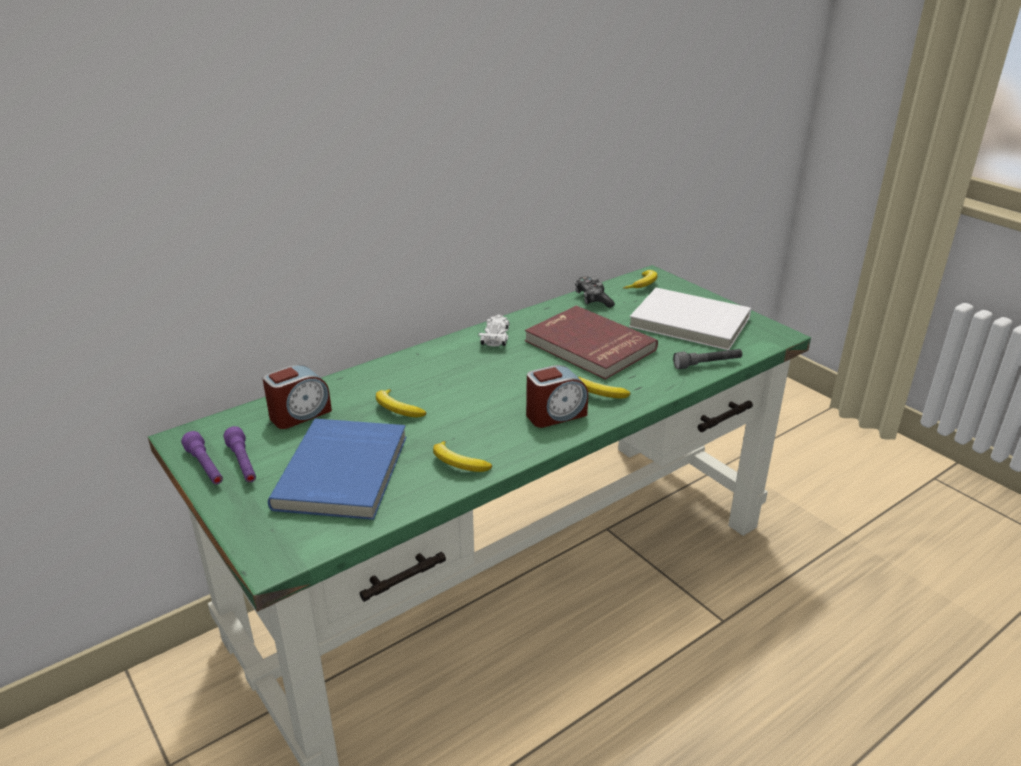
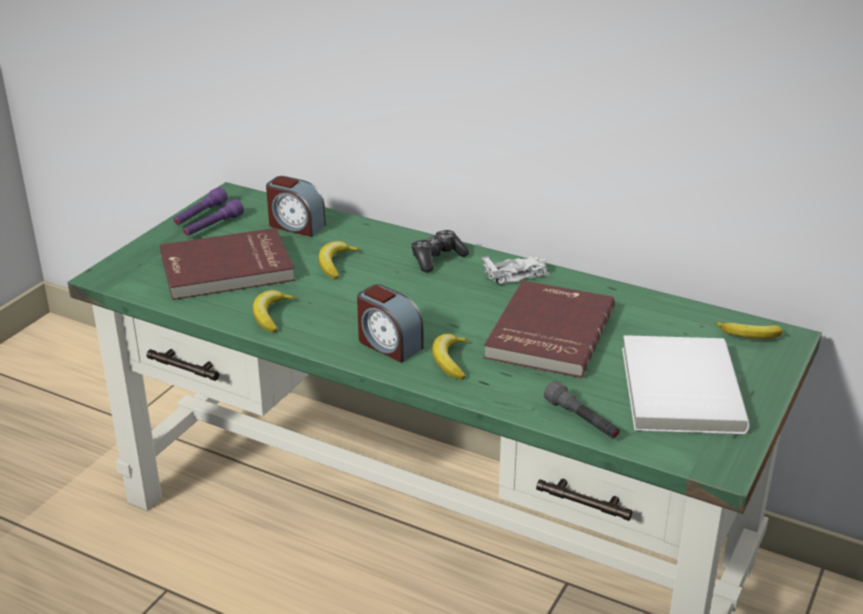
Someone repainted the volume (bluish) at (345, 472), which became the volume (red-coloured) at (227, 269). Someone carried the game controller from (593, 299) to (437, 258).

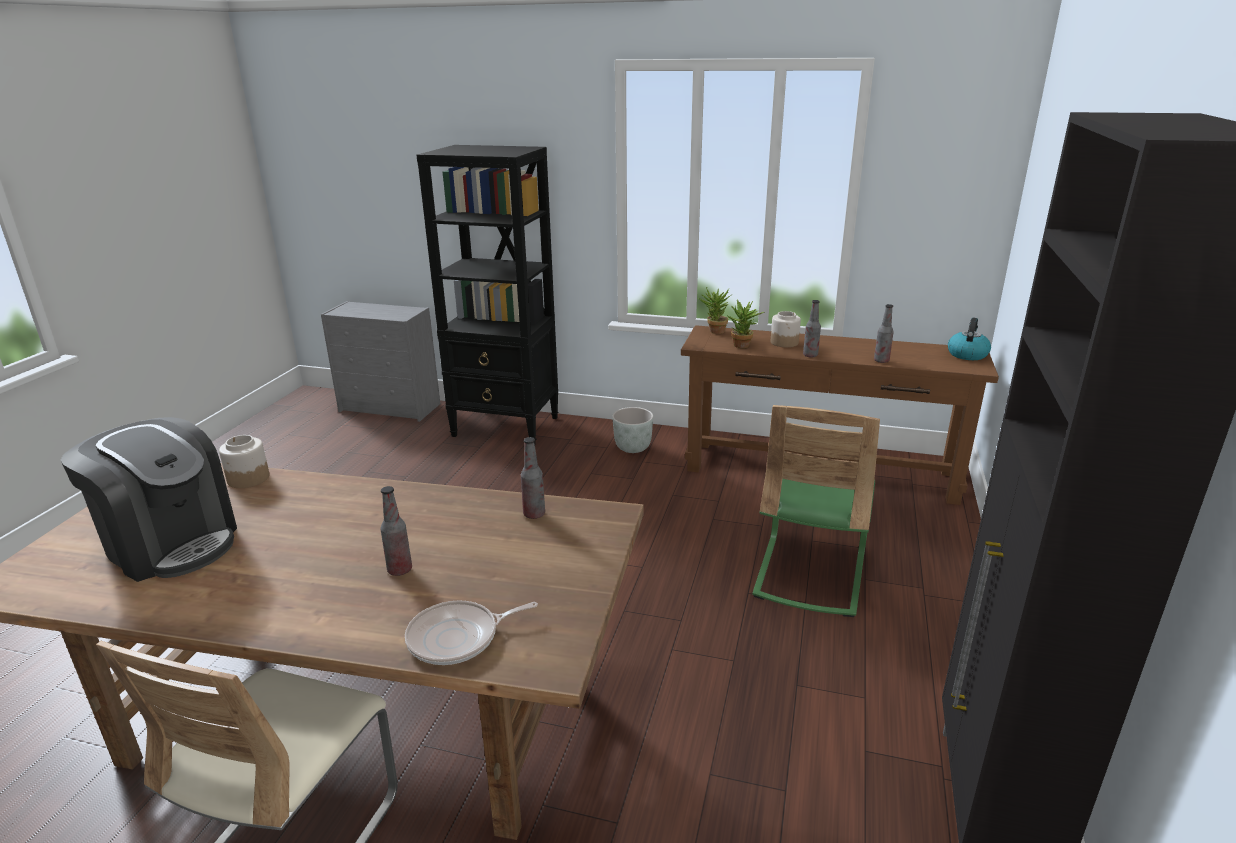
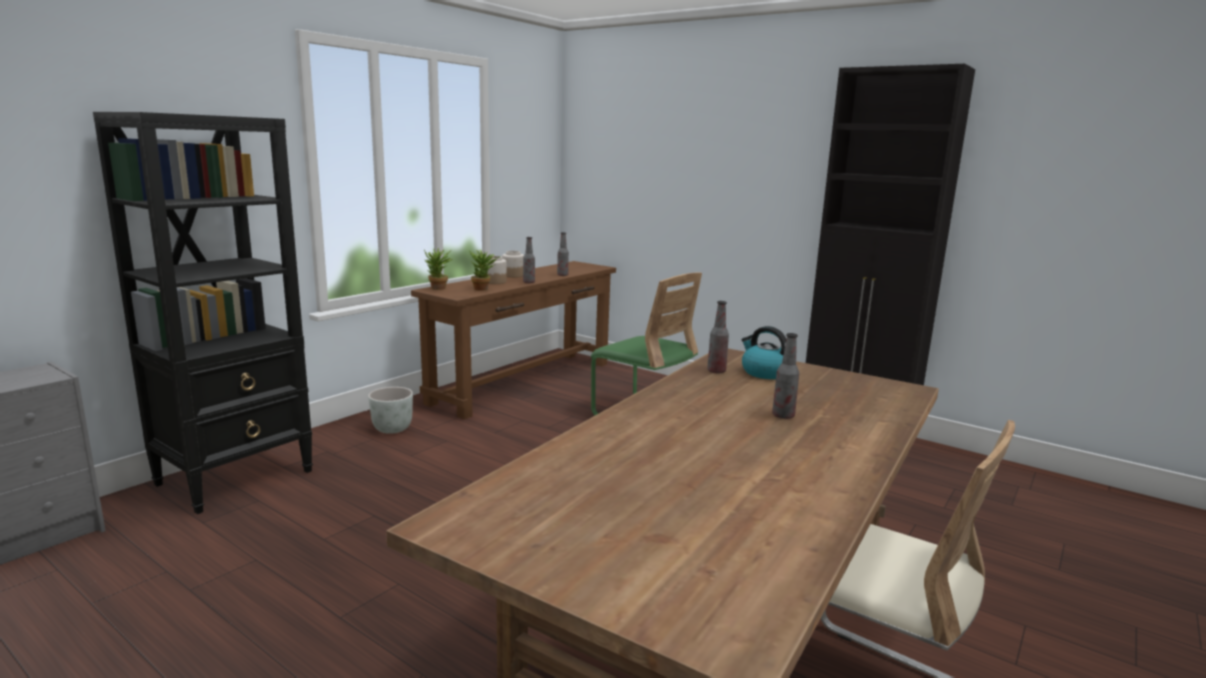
Someone carried the preserve jar from (248, 478) to (513, 275). Someone carried the tea kettle from (967, 354) to (764, 372). Someone took away the coffee machine at (171, 543). Someone took away the skillet at (458, 638).

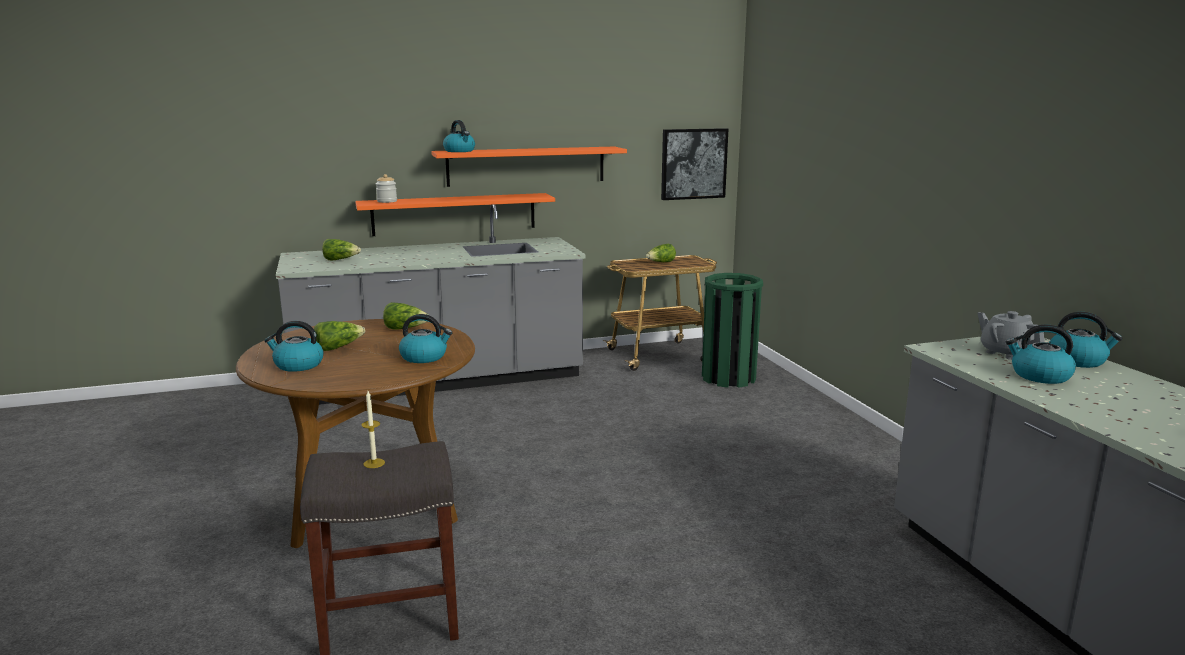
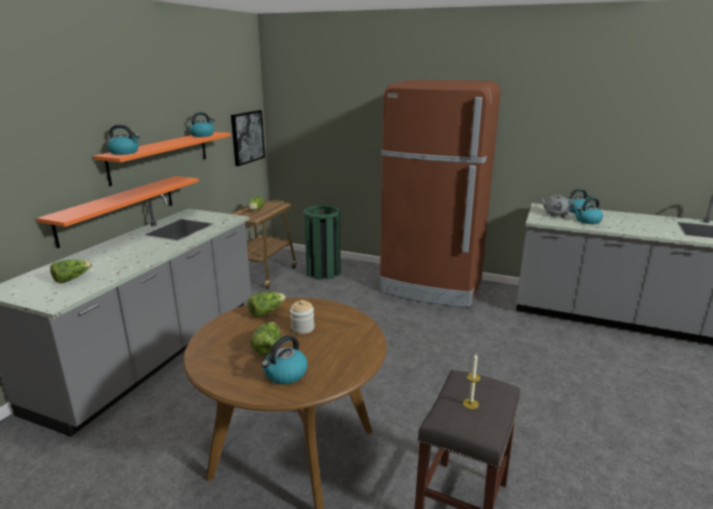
Someone carried the tea kettle from (424, 357) to (202, 135). Someone carried the preserve jar from (387, 201) to (302, 328). Someone put down the kitchen fridge (brownish) at (431, 287).

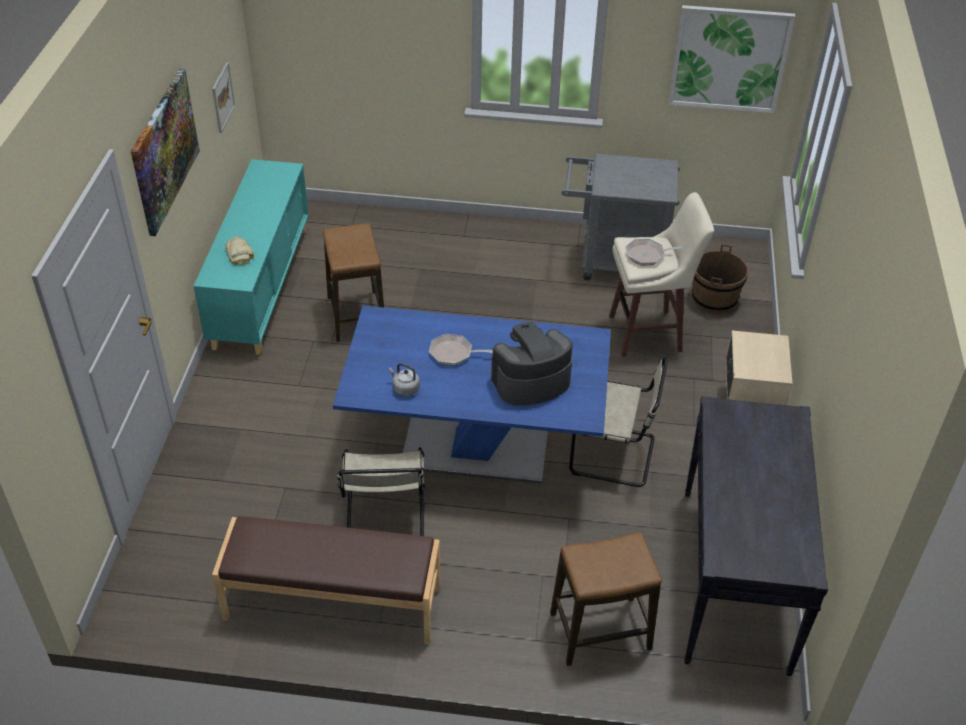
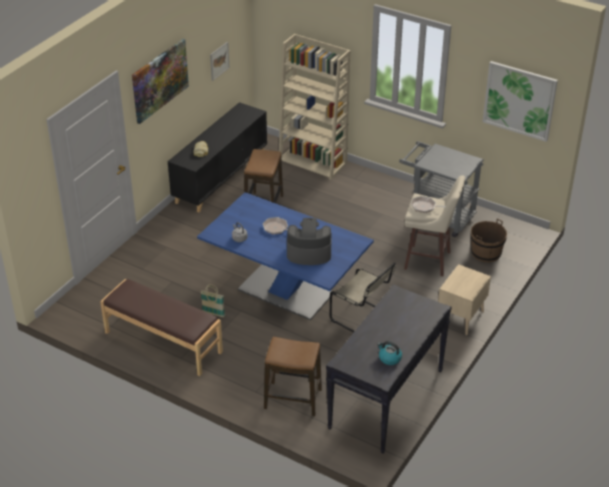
Someone repainted the cupboard (blue-green) at (261, 286), which became the cupboard (blackish) at (221, 177). Someone swapped the chair (sand-coloured) at (385, 522) for the household basket at (213, 313). Someone put down the shelving unit (sand-coloured) at (313, 162). Someone put down the tea kettle at (389, 358).

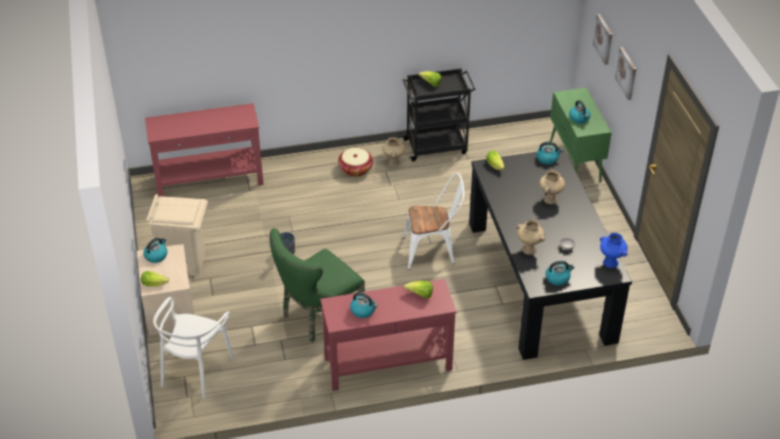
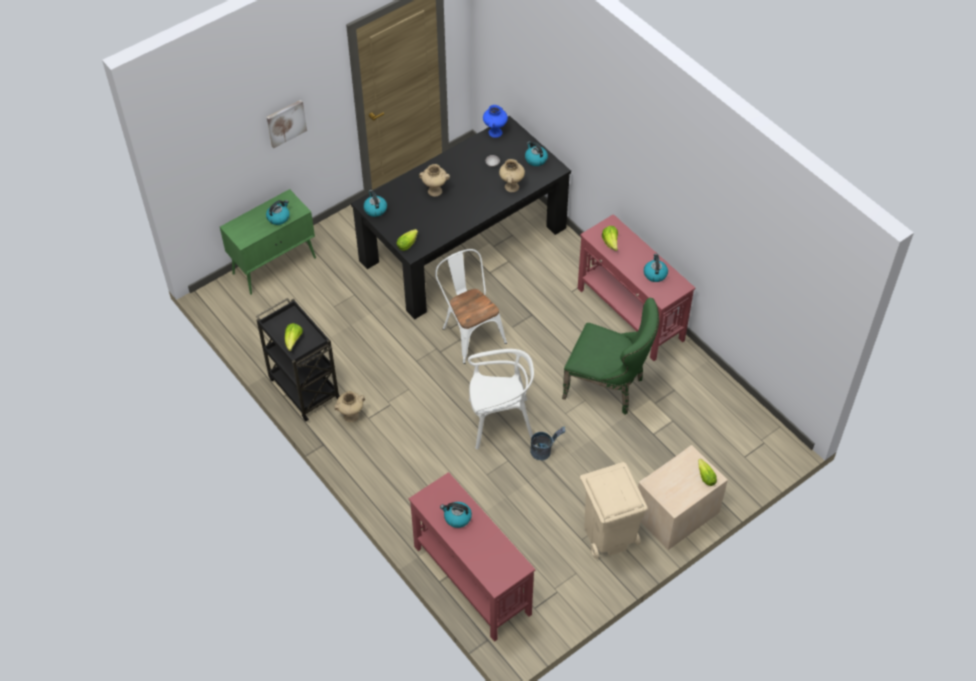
Someone carried the tea kettle from (156, 255) to (457, 517). Someone carried the chair (whitish) from (195, 370) to (499, 421). Someone took away the household basket at (355, 169). Someone took away the wall picture at (604, 39).

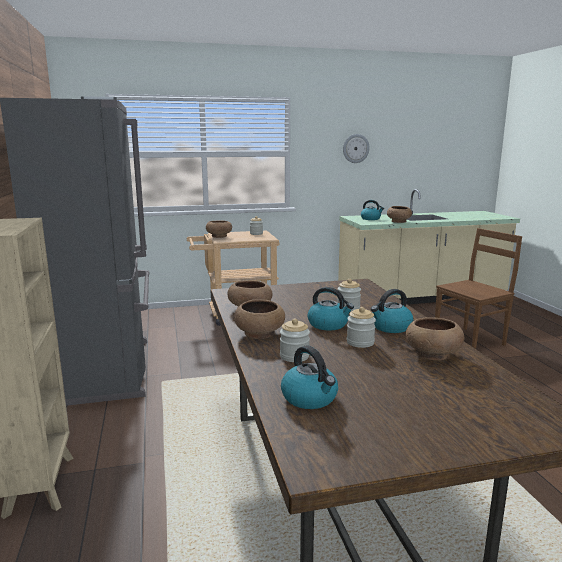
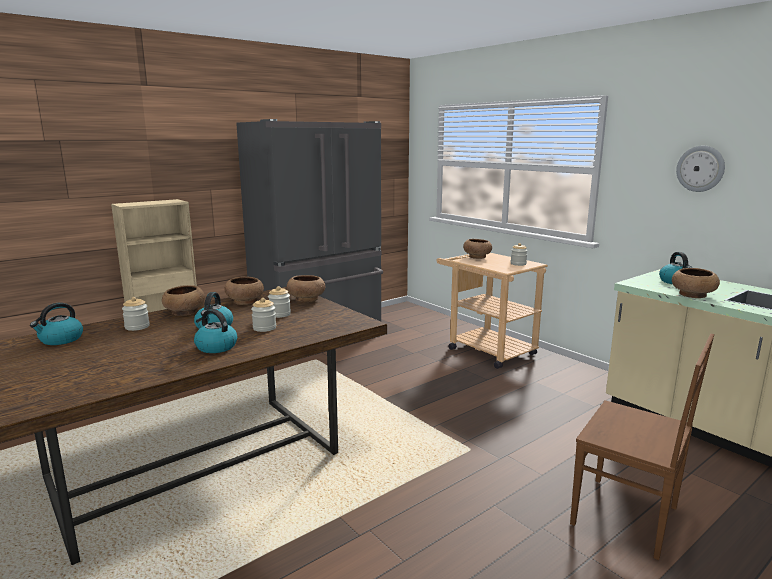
Someone carried the preserve jar from (360, 342) to (280, 314). Someone carried the serving bowl (brownish) from (432, 354) to (306, 299).

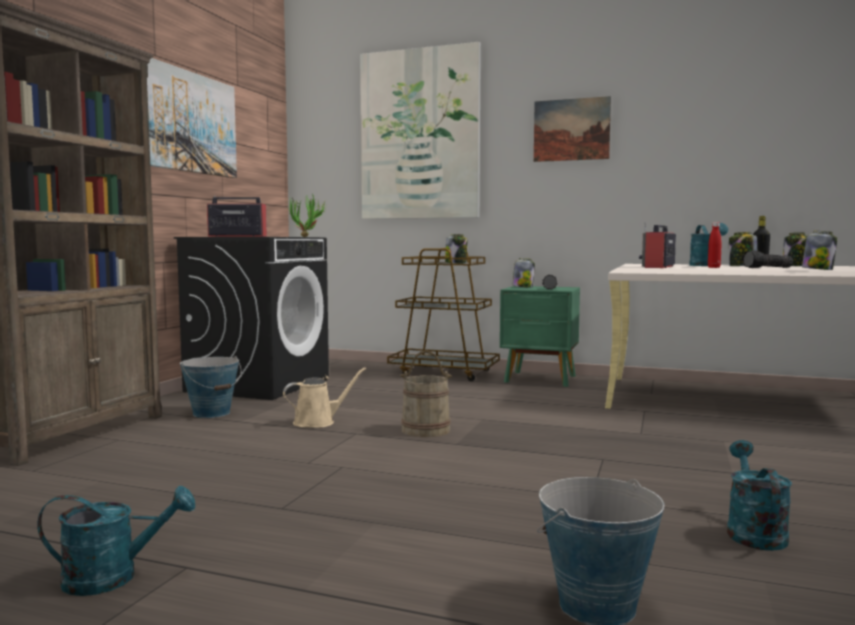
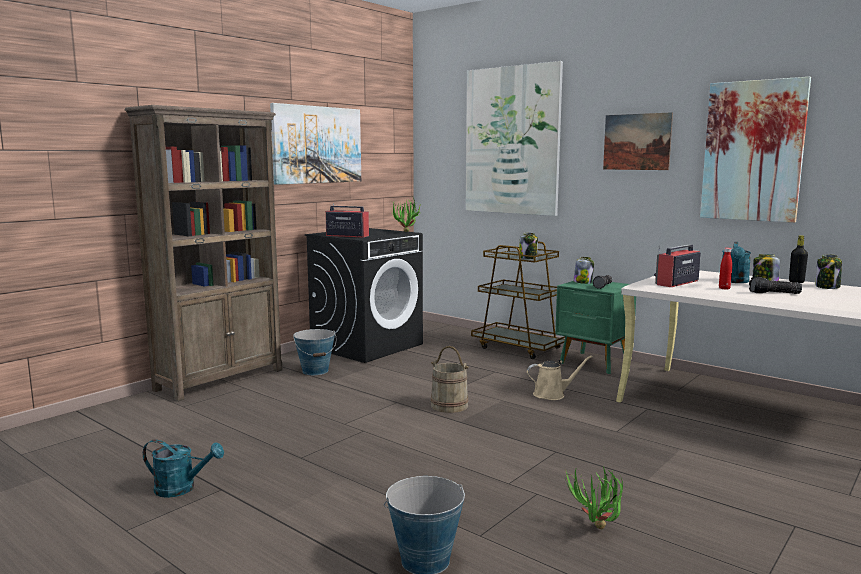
Someone carried the sprinkling can (sand-coloured) from (318, 422) to (552, 394). Someone swapped the sprinkling can (blue-green) at (753, 532) for the plant in a pot at (596, 531). Someone put up the wall picture at (753, 151). Someone took away the preserve jar at (818, 269).

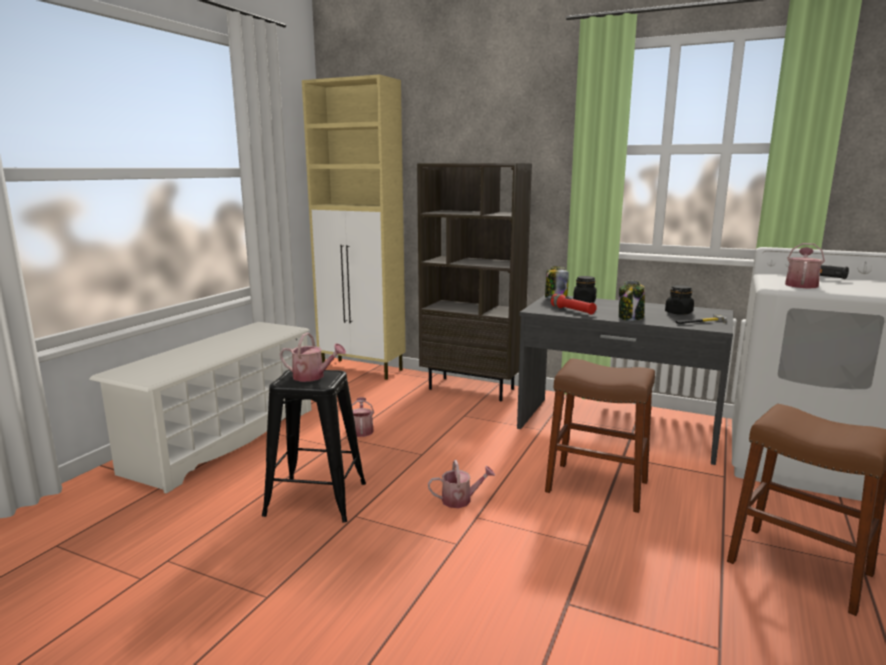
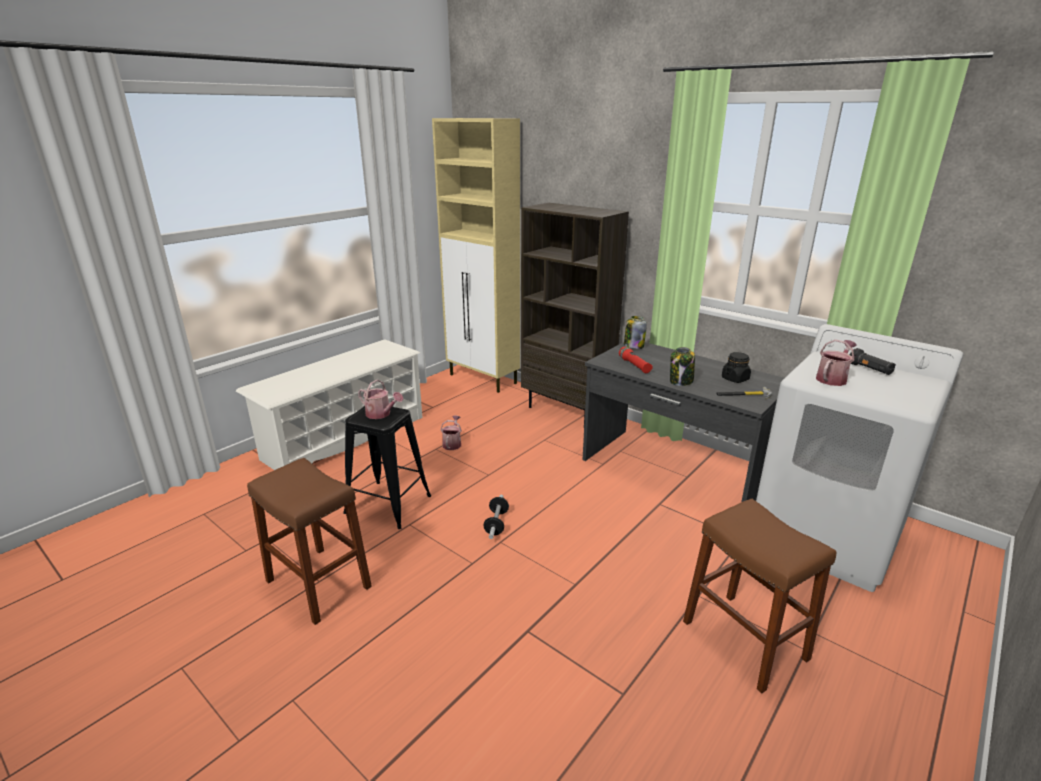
Someone carried the stool (brownish) from (597, 486) to (318, 584). Someone swapped the sprinkling can at (460, 500) for the dumbbell at (496, 523). Someone took away the preserve jar (blackish) at (584, 301).

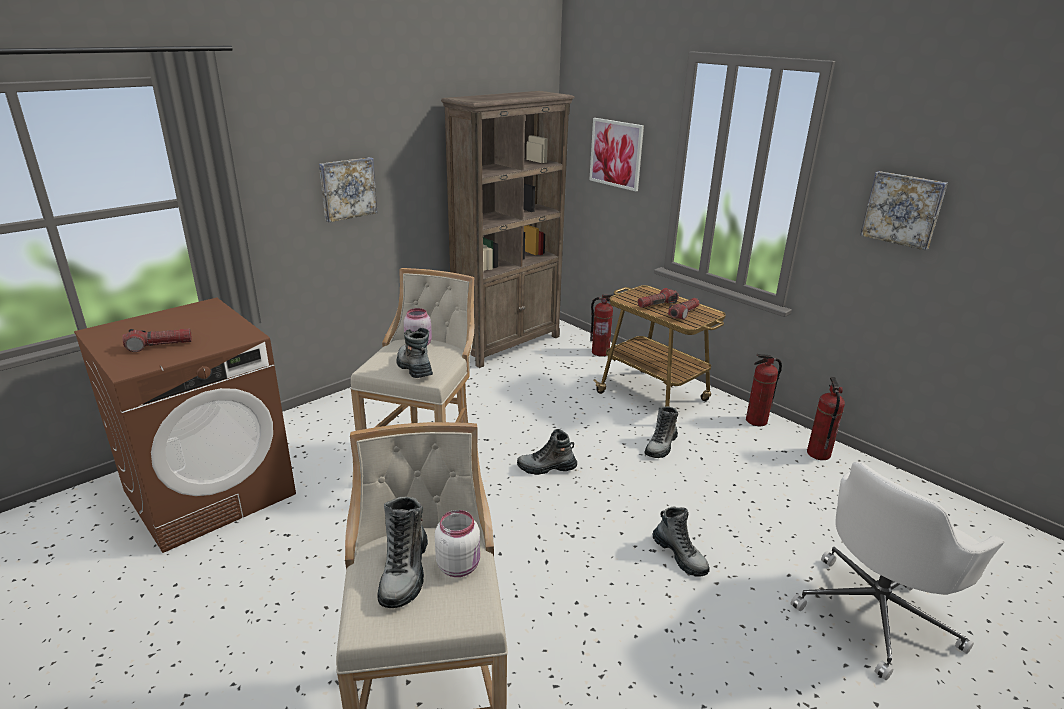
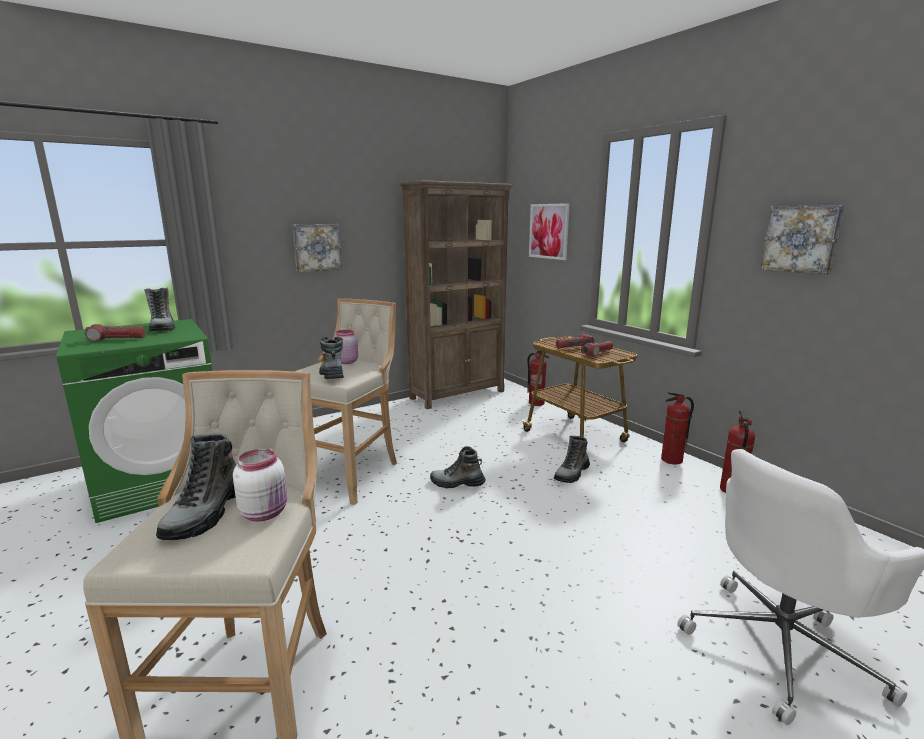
Someone repainted the laundry machine (brownish) at (211, 492), which became the laundry machine (green-coloured) at (162, 481). Someone carried the high-top boot from (680, 556) to (162, 328).

